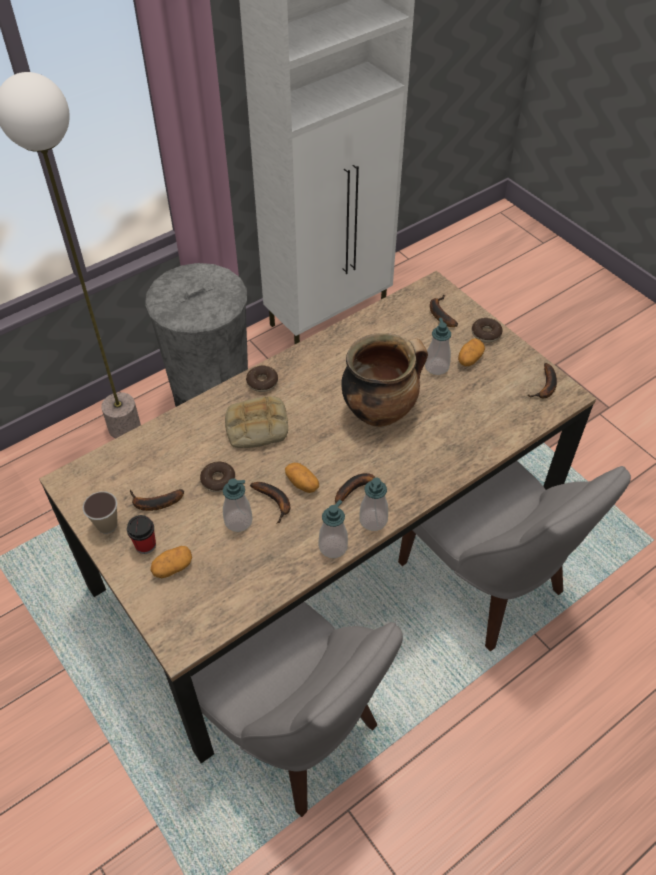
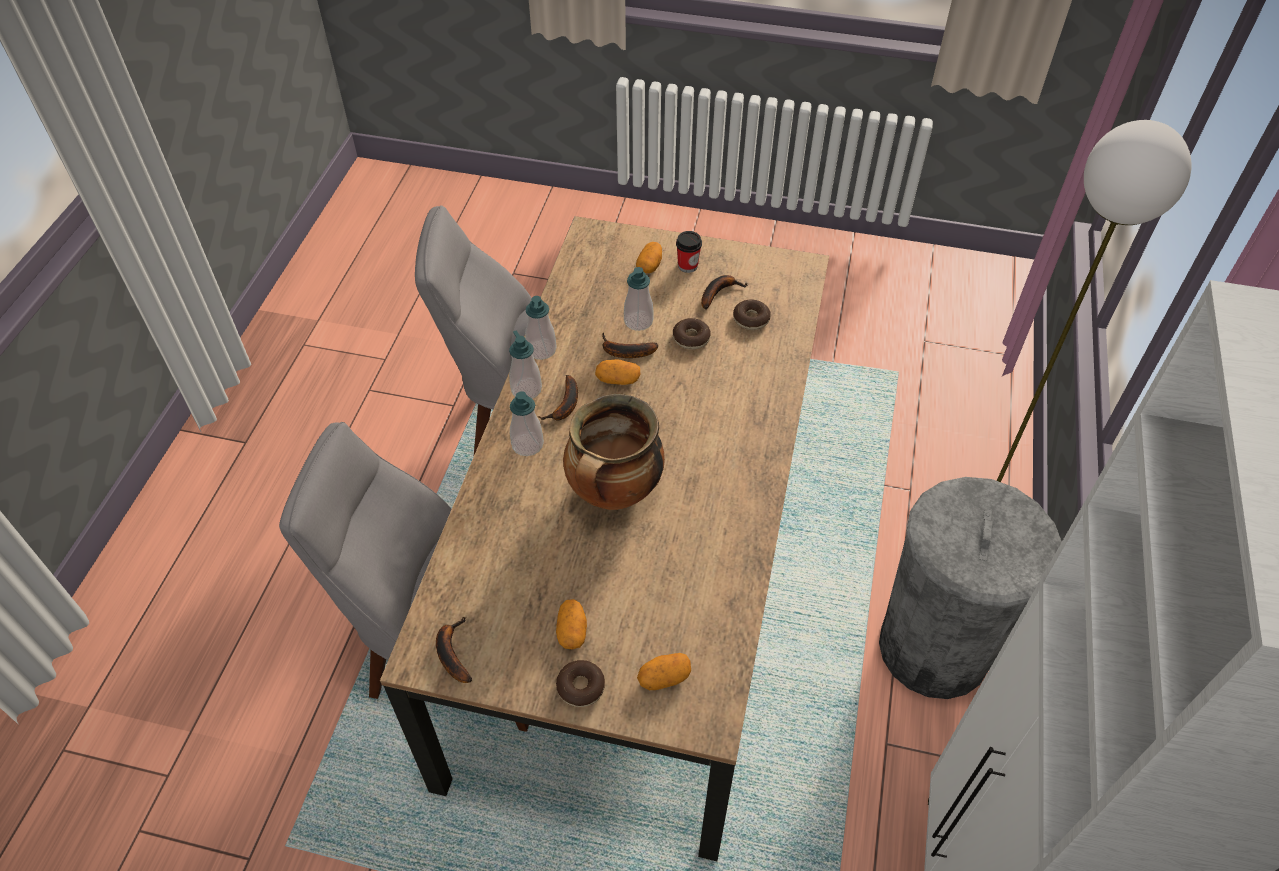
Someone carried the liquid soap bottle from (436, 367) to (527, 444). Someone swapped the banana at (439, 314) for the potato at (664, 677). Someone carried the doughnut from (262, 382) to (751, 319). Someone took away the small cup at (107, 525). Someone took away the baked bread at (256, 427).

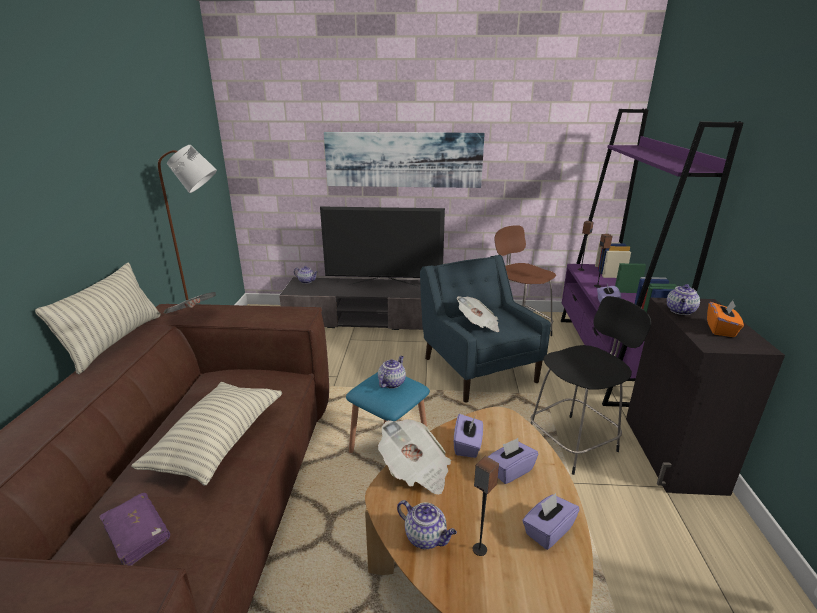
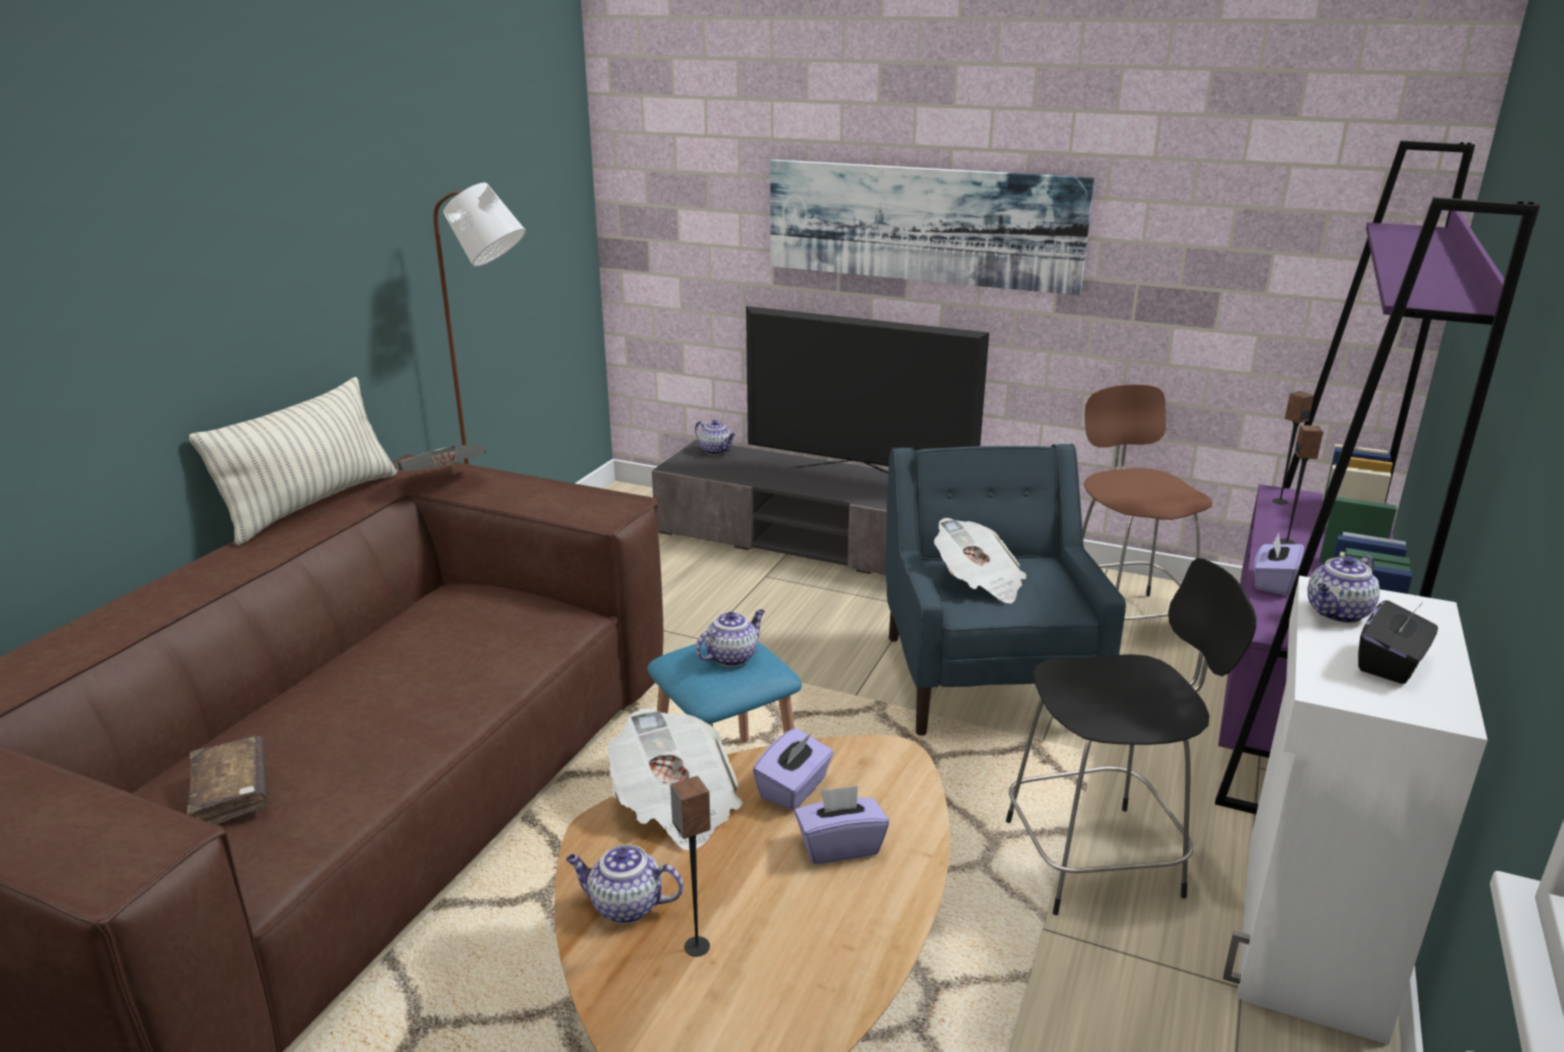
Someone repainted the volume (purplish) at (137, 535), which became the volume (brownish) at (231, 793). Someone rotated the teapot at (426, 537) by 135 degrees clockwise. Someone repainted the cupboard (blackish) at (671, 454), which became the cupboard (whitish) at (1307, 931). Someone repainted the tissue box (orange-coloured) at (721, 329), which became the tissue box (blackish) at (1391, 664). Someone took away the pillow at (218, 442). Someone took away the tissue box (purplish) at (547, 530).

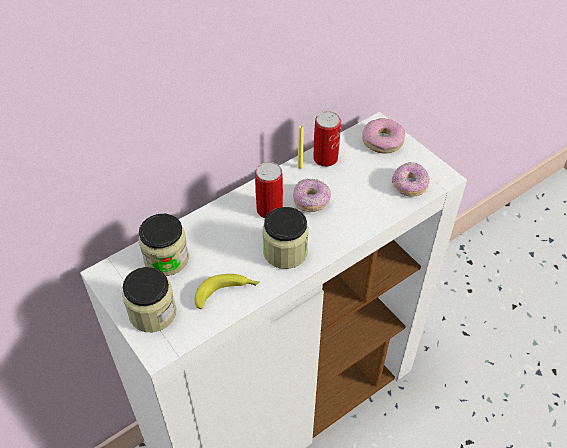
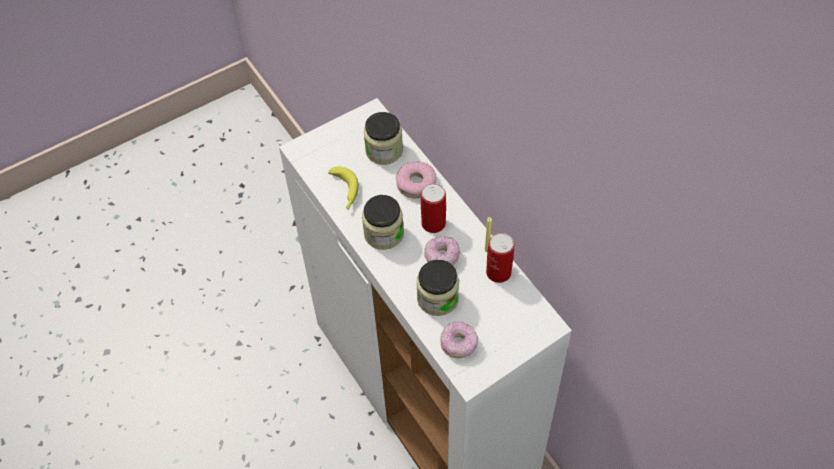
Someone carried the doughnut from (382, 141) to (416, 183). Someone carried the preserve jar from (152, 312) to (437, 298).

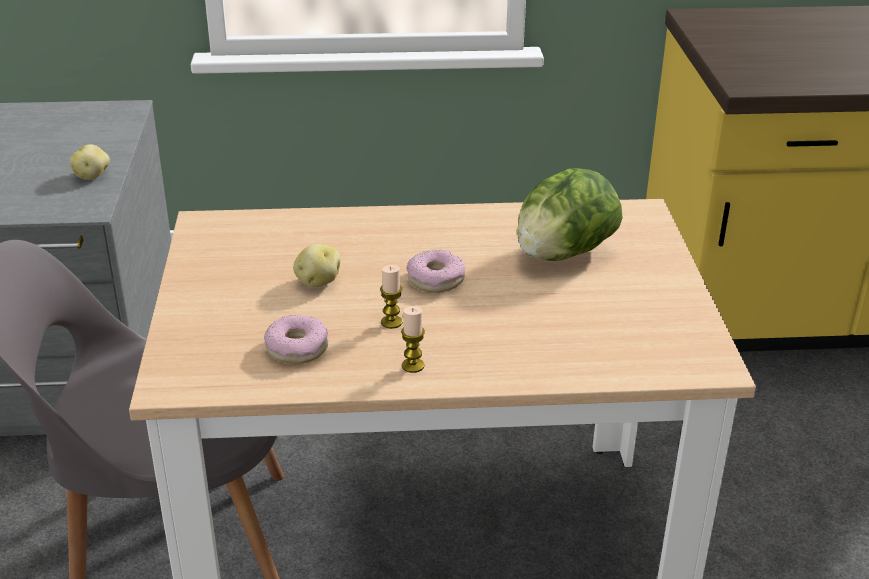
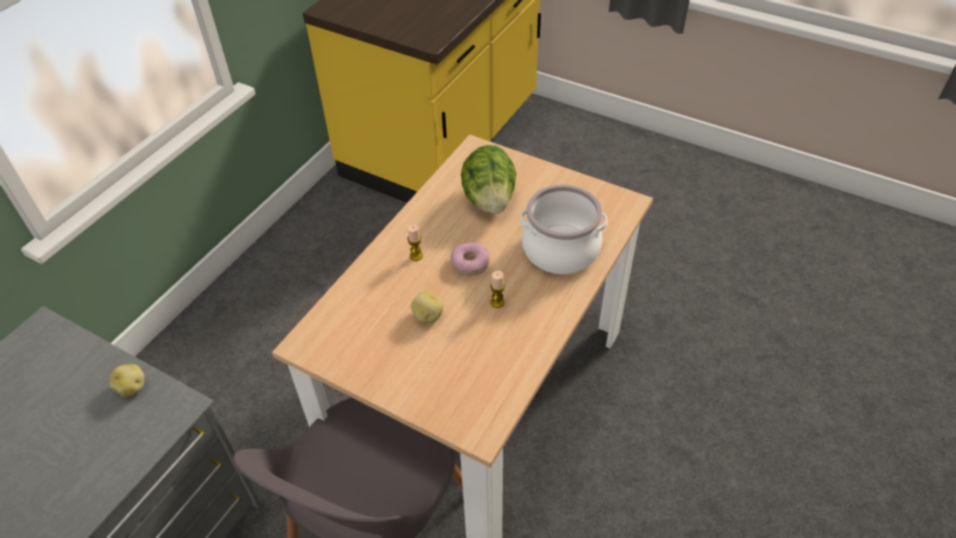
Someone carried the wax light from (413, 366) to (416, 255). Someone put down the stockpot at (560, 250). Someone took away the doughnut at (297, 348).

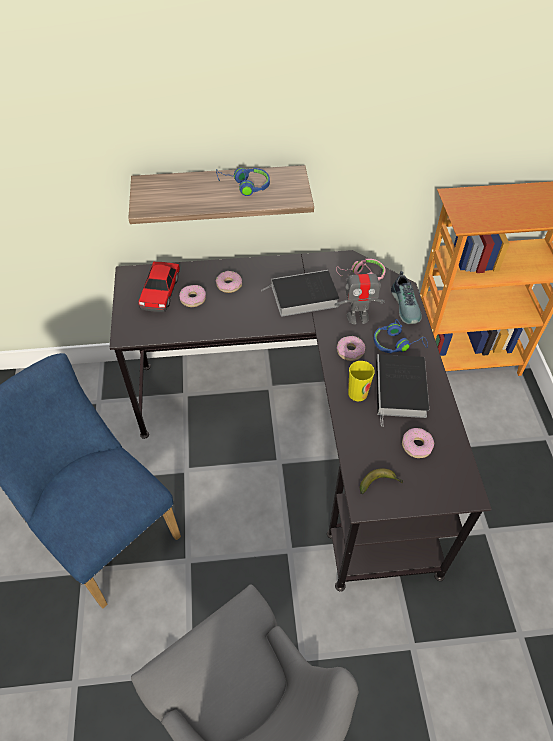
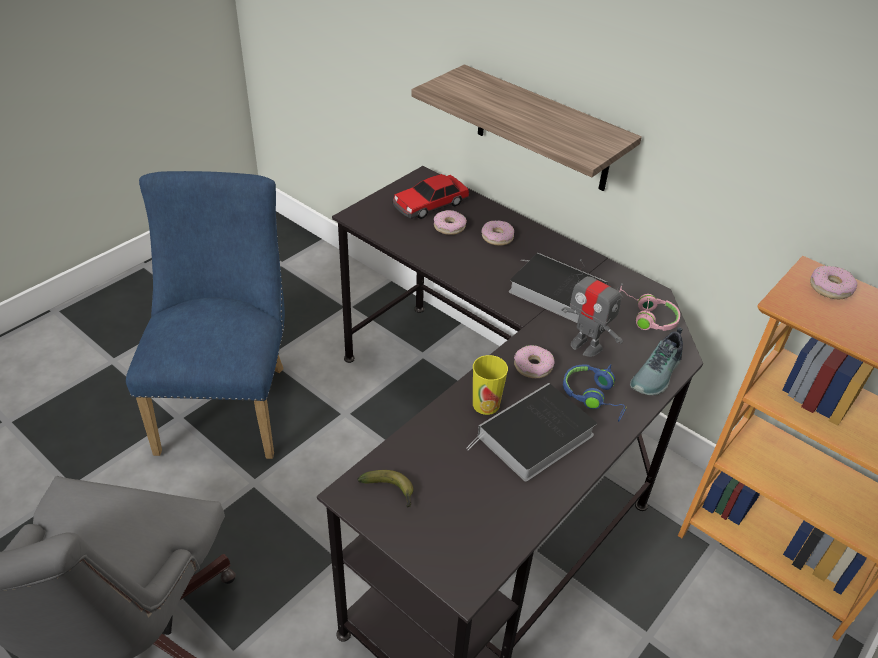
Someone carried the doughnut from (416, 445) to (830, 287). Someone took away the headphones (bluish) at (244, 186).

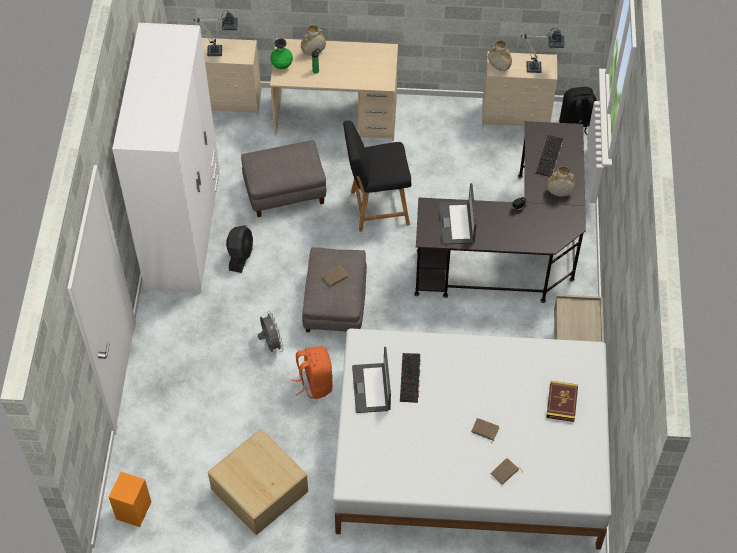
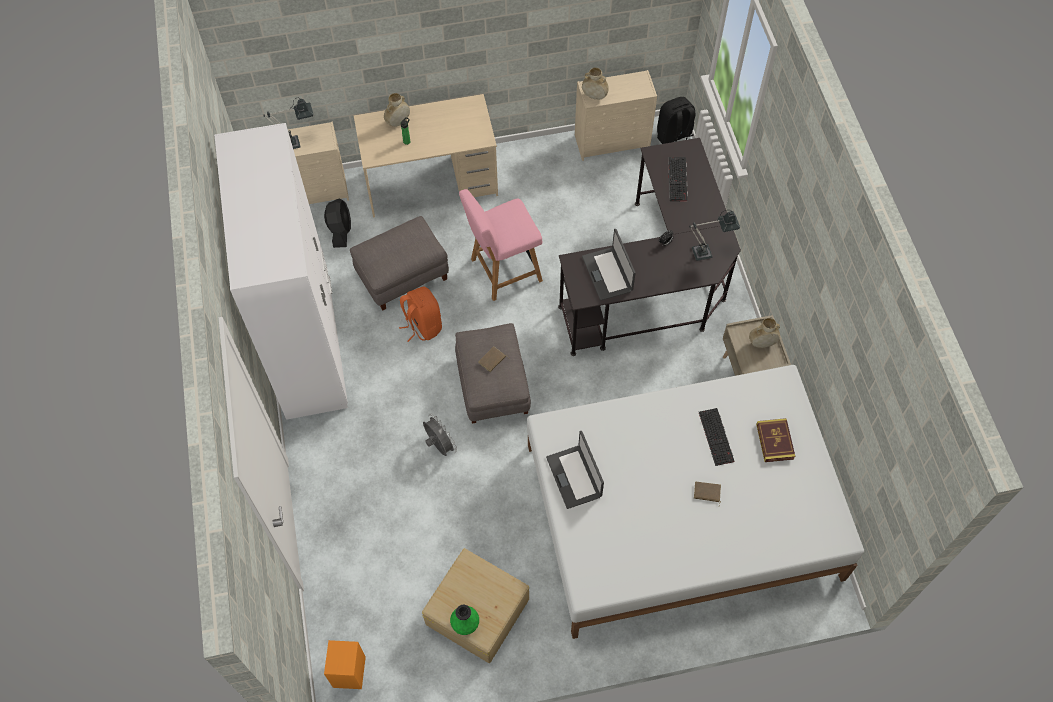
Someone carried the cooling fan (blackish) from (240, 256) to (340, 230). Someone carried the knapsack (orange-coloured) from (314, 383) to (422, 325). Someone carried the vase (green-coloured) from (282, 66) to (465, 624). Someone repainted the chair (blackish) at (376, 208), which became the chair (pink) at (503, 271). Someone carried the lamp for a table from (538, 68) to (707, 252). Someone carried the PC keyboard from (410, 378) to (717, 437). Someone carried the vase (sand-coloured) from (559, 193) to (761, 343). Someone took away the volume (brownish) at (505, 472).

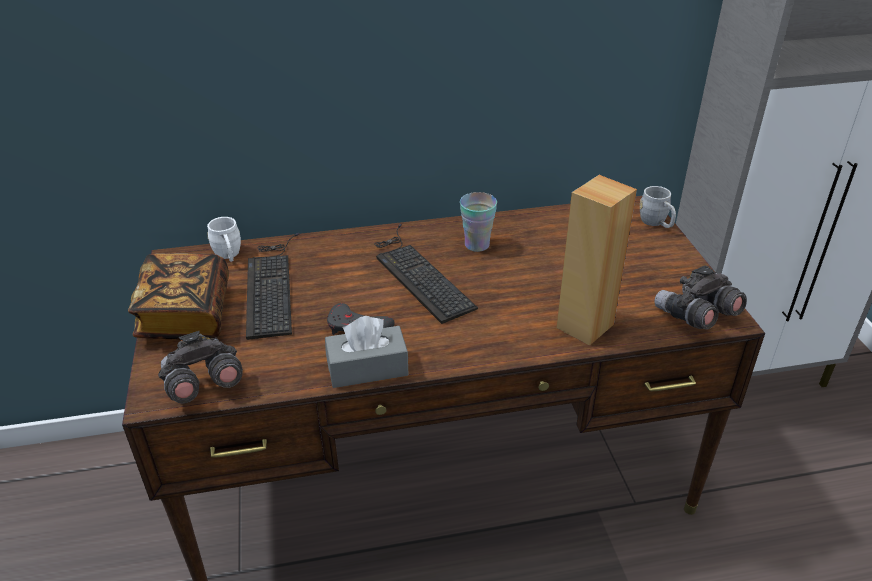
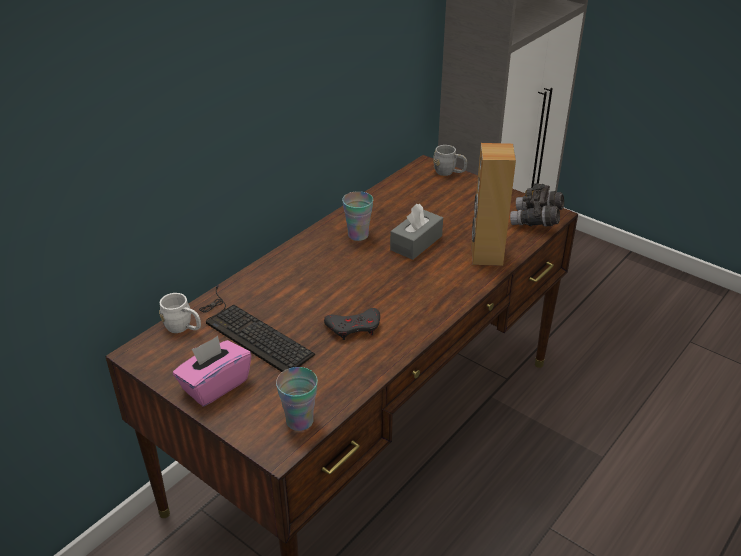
Someone swapped the volume at (186, 315) for the tissue box (pink) at (215, 385). Someone swapped the pair of binoculars (gray) at (202, 385) for the small cup at (299, 421). Someone carried the tissue box (gray) from (367, 368) to (416, 243). Someone took away the PC keyboard at (418, 274).

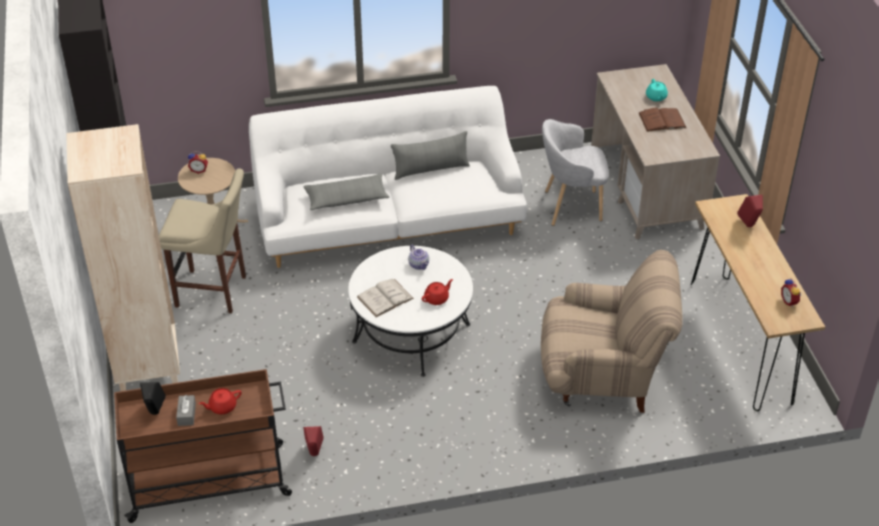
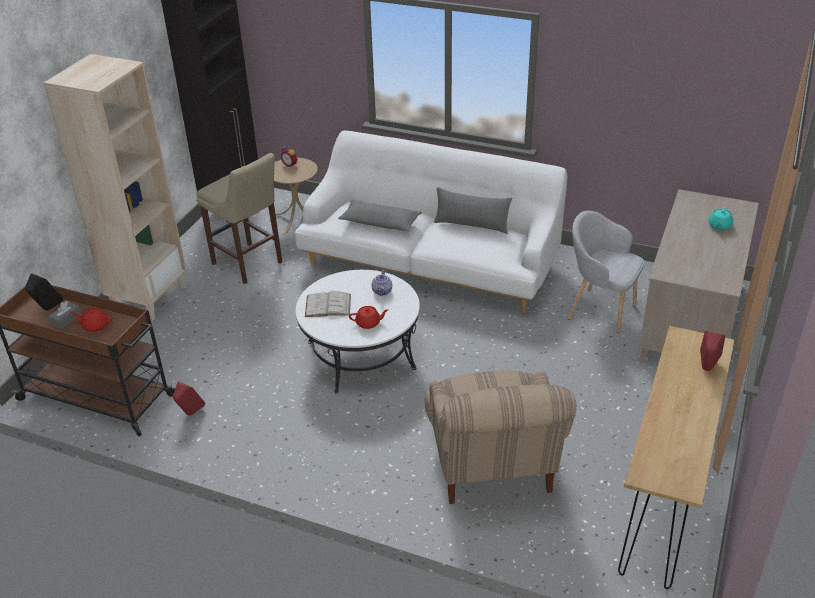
Someone rotated the easy chair (sand-coloured) at (603, 375) by 45 degrees clockwise. Someone took away the volume (brownish) at (662, 120). Someone took away the bedside clock at (790, 301).

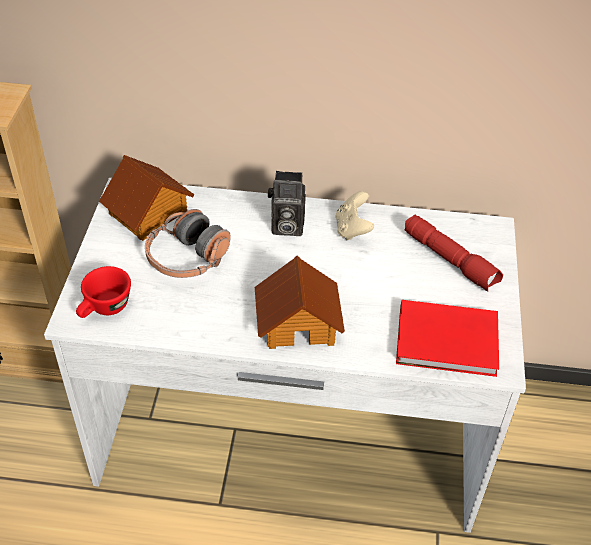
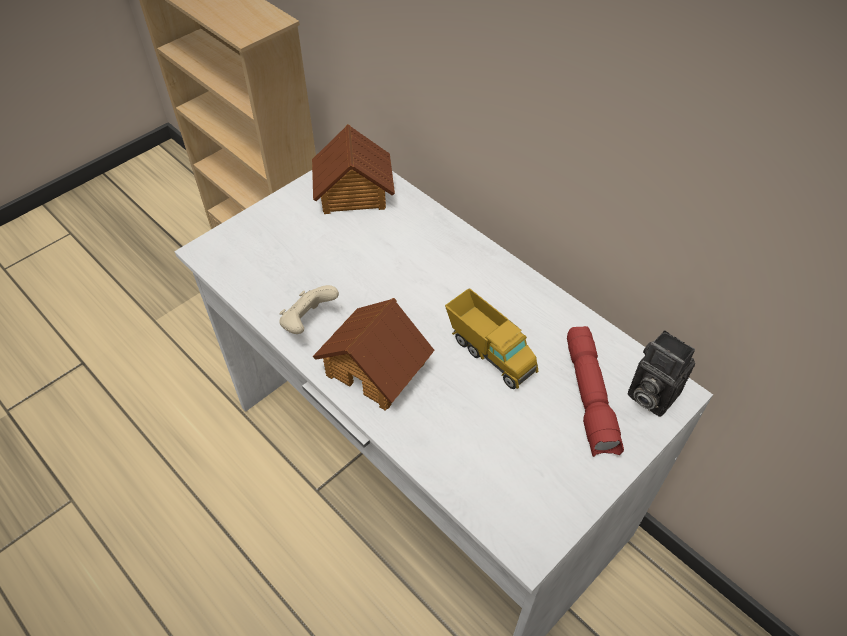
Someone carried the game controller (sand-coloured) from (352, 229) to (308, 322). Someone put down the toy lorry at (490, 353). Someone carried the photo camera from (285, 227) to (649, 394). Someone took away the small cup (red-coloured) at (105, 309). Someone took away the headphones at (187, 258). Someone took away the volume (red-coloured) at (449, 342).

